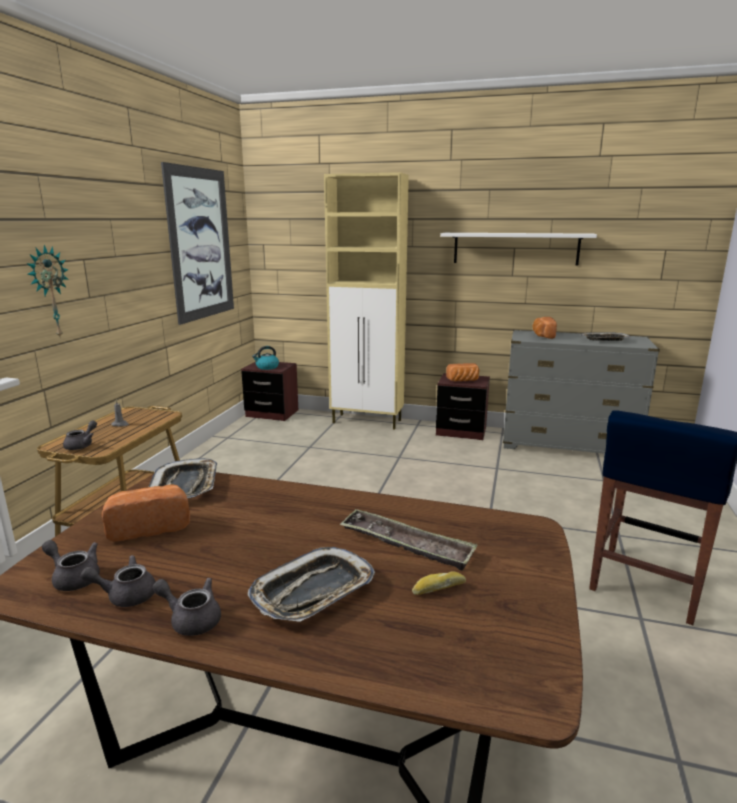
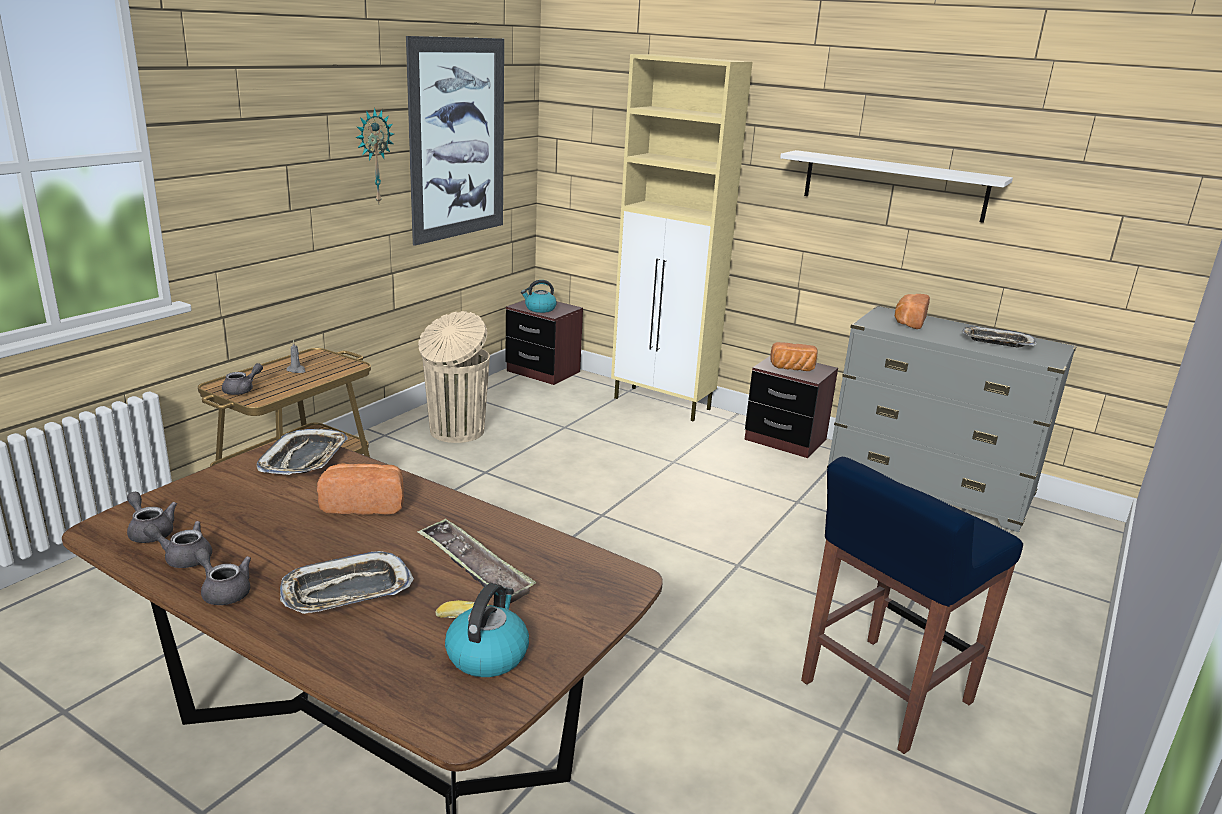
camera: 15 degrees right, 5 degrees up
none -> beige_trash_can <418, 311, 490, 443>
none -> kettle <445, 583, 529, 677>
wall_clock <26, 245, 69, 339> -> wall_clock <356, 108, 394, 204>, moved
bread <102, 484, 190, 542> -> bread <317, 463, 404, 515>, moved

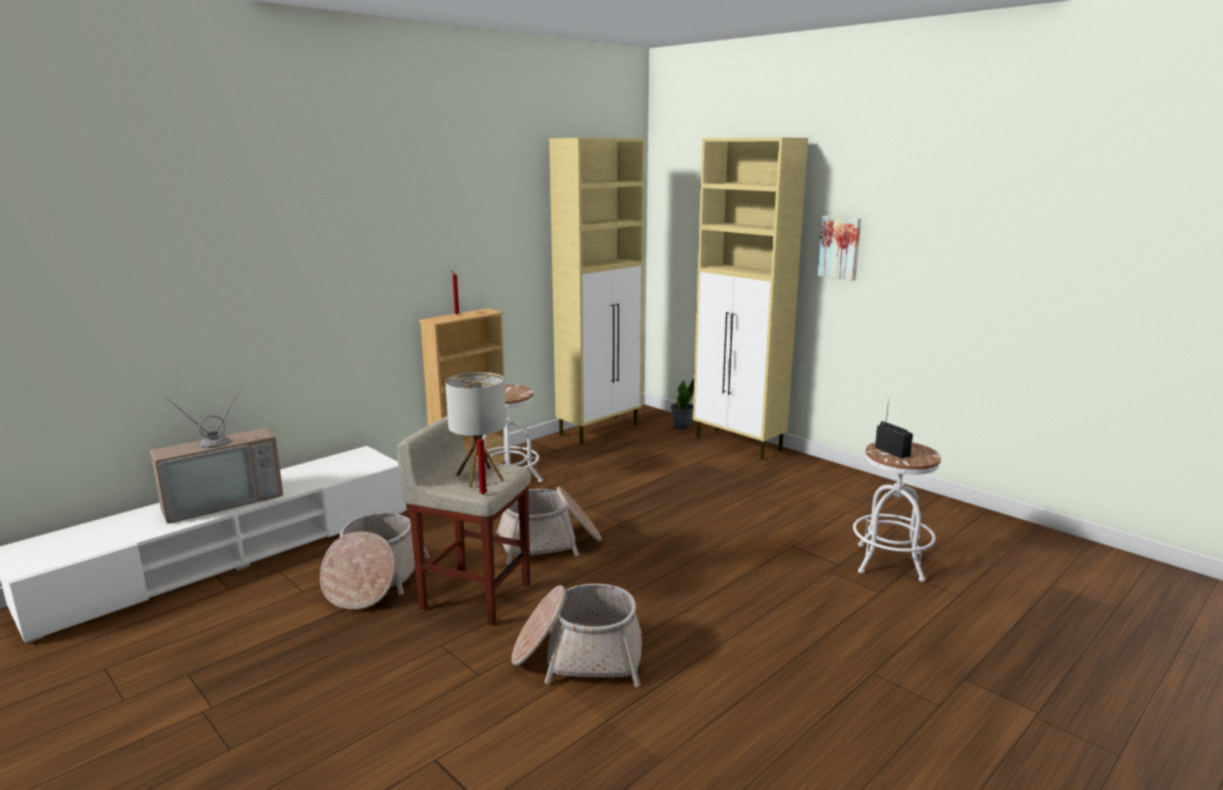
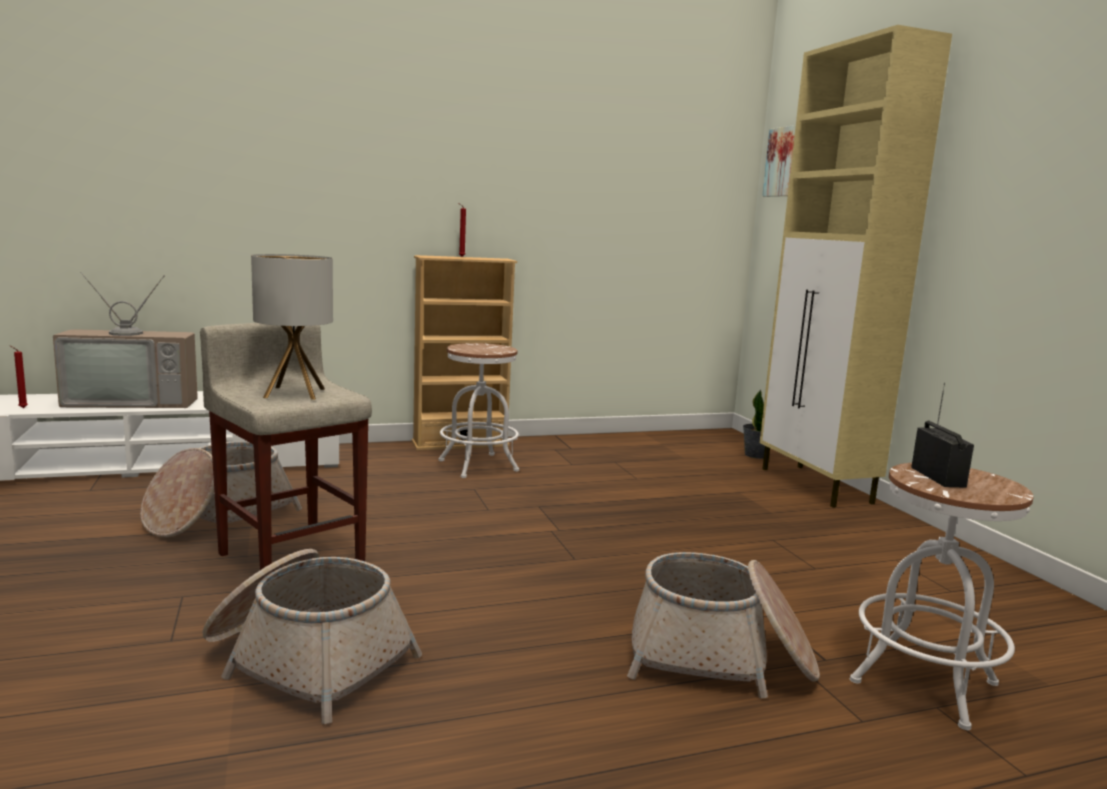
camera: 25 degrees right, 5 degrees down
beige_cabinet <549, 138, 645, 444> -> none
red_candle <474, 435, 487, 495> -> red_candle <11, 346, 28, 408>, moved
basket <497, 487, 601, 565> -> basket <627, 552, 820, 698>, moved
picture <818, 216, 861, 281> -> picture <762, 125, 796, 197>, moved

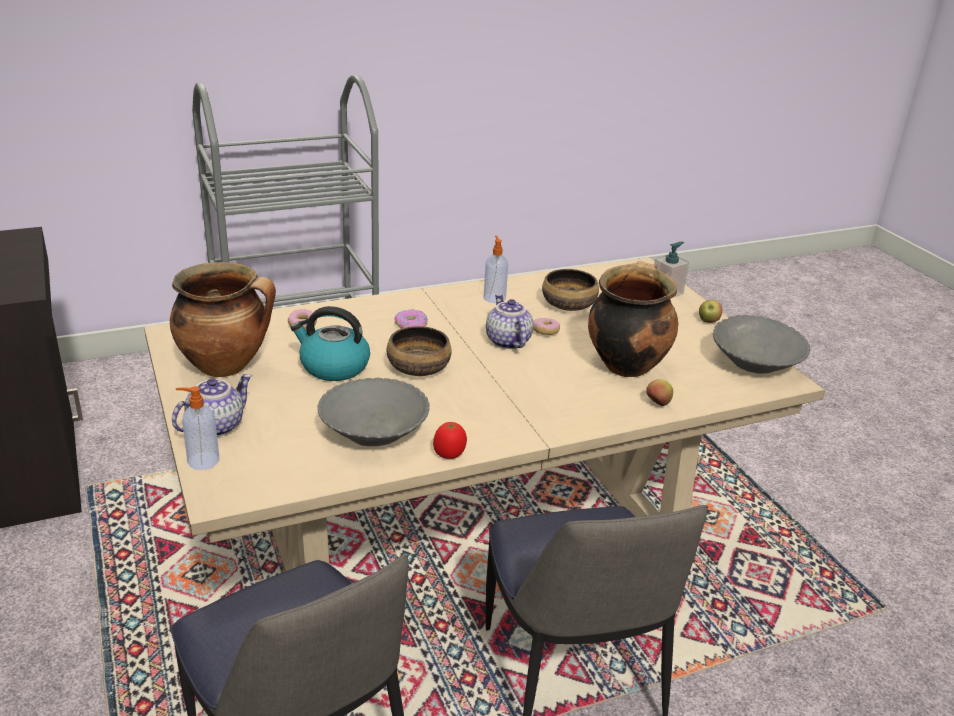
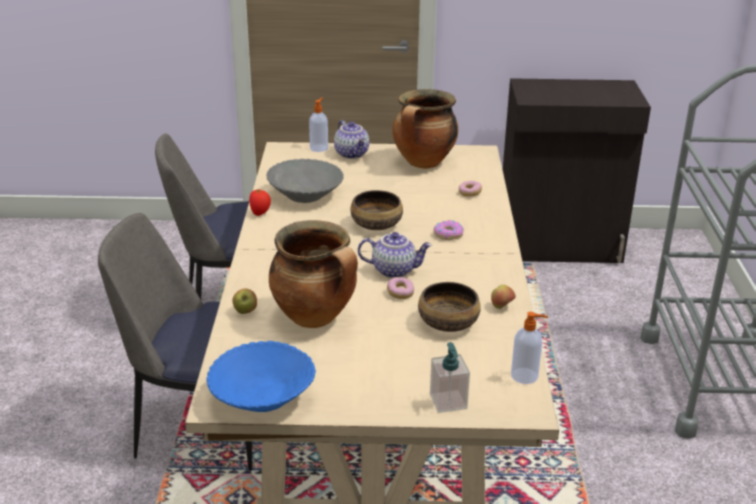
camera: 115 degrees right, 0 degrees up
kettle <290, 306, 370, 381> -> none
soap_dispenser <484, 235, 508, 303> -> soap_dispenser <511, 312, 548, 384>, moved
apple <699, 300, 722, 323> -> apple <491, 285, 516, 309>, moved
grey_bowl <713, 315, 811, 374> -> blue_bowl <206, 341, 316, 412>

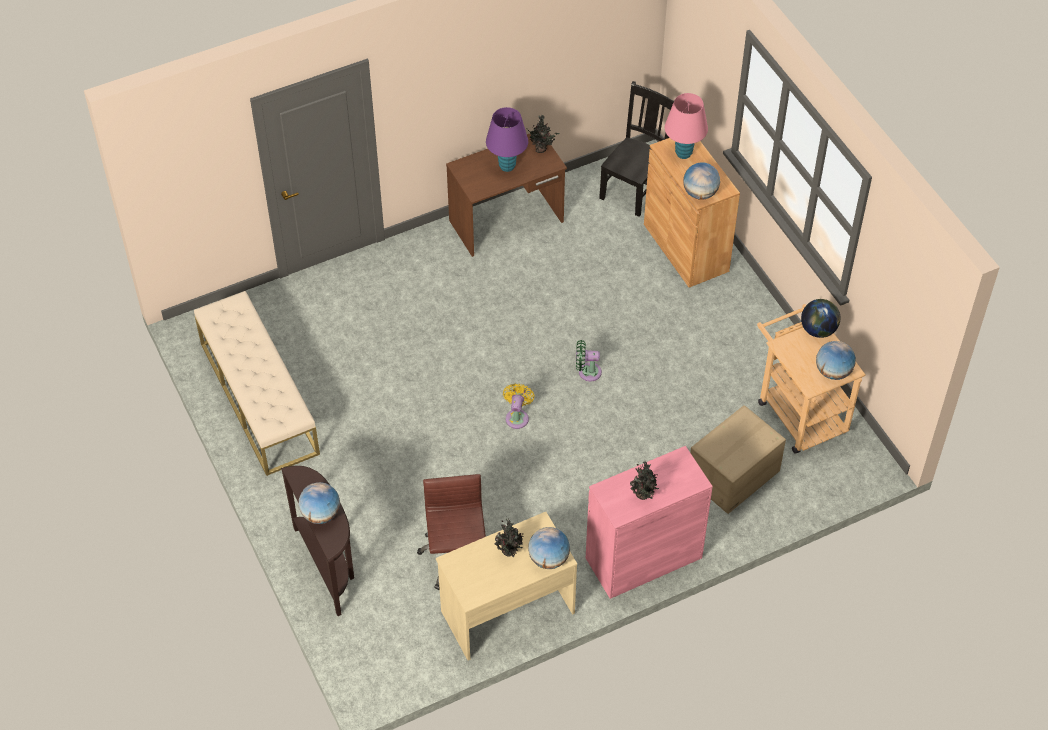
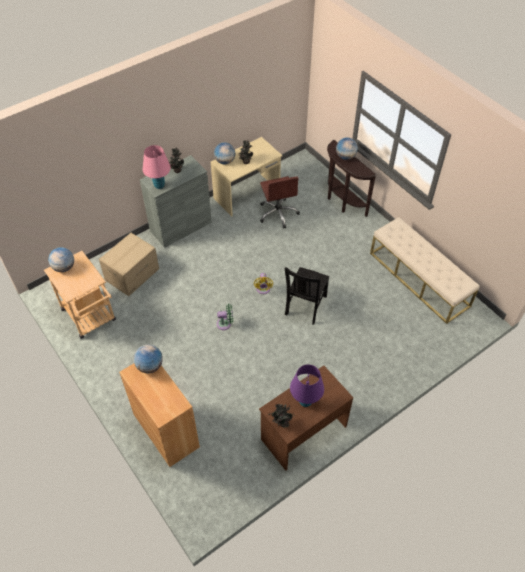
camera: 170 degrees right, 0 degrees up
globe <801, 299, 840, 338> -> none
black_chair <599, 81, 674, 217> -> black_chair <284, 267, 329, 324>, moved
pink_table_lamp <665, 93, 708, 159> -> pink_table_lamp <143, 145, 171, 189>, moved
pink_cabinet <586, 446, 713, 599> -> grey_cabinet <140, 155, 212, 248>

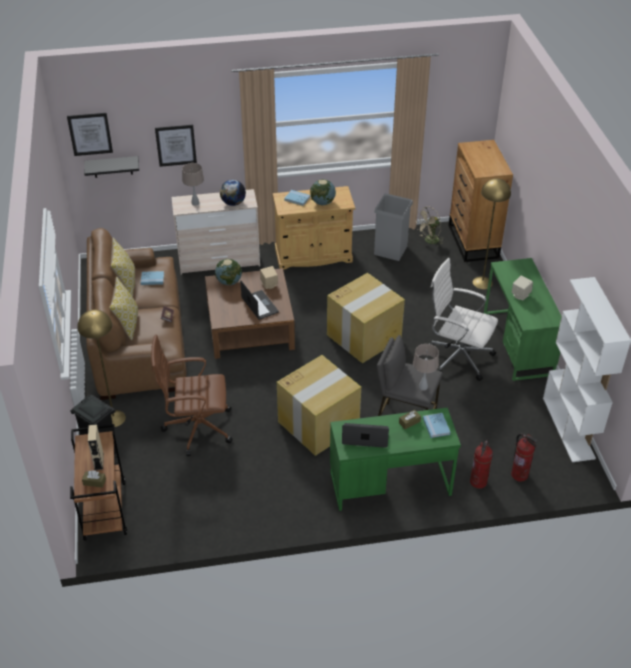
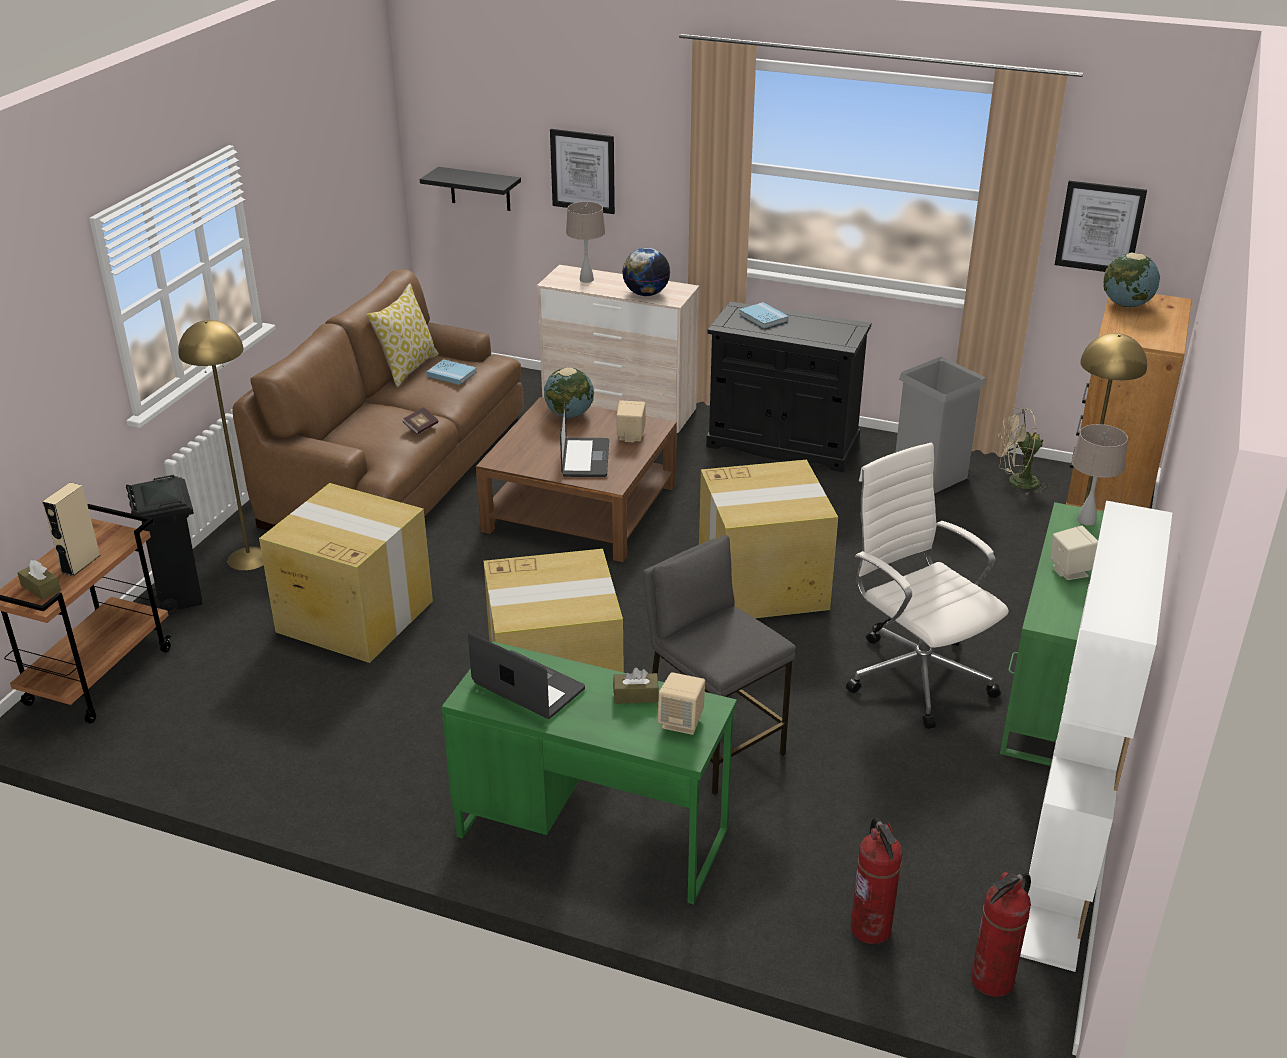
camera: 30 degrees right, 10 degrees down
pillow <109, 277, 138, 340> -> none
picture <67, 113, 113, 156> -> picture <1055, 181, 1147, 272>, moved
globe <310, 179, 336, 206> -> globe <1104, 252, 1160, 308>, moved
beige_table_lamp <413, 344, 439, 391> -> beige_table_lamp <1072, 424, 1128, 525>, moved
fire_extinguisher <470, 439, 493, 489> -> fire_extinguisher <971, 872, 1031, 997>, moved
brown_office_chair <151, 335, 233, 456> -> cardboard_box <259, 483, 433, 663>
blue_book <423, 413, 451, 438> -> beige_speaker <658, 672, 705, 735>
beige_cabinet <273, 186, 355, 270> -> black_cabinet <706, 301, 871, 472>

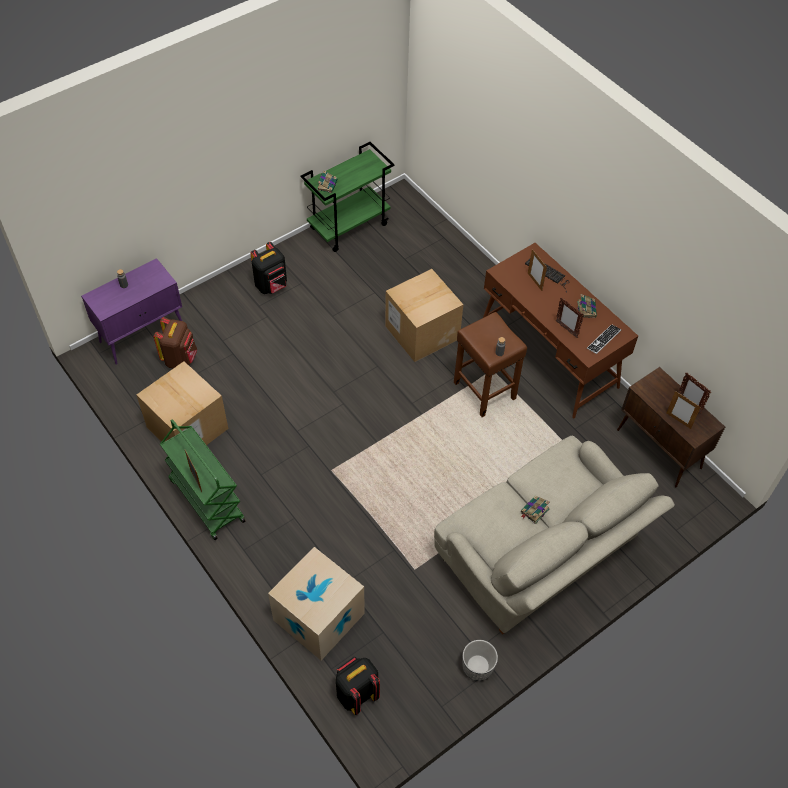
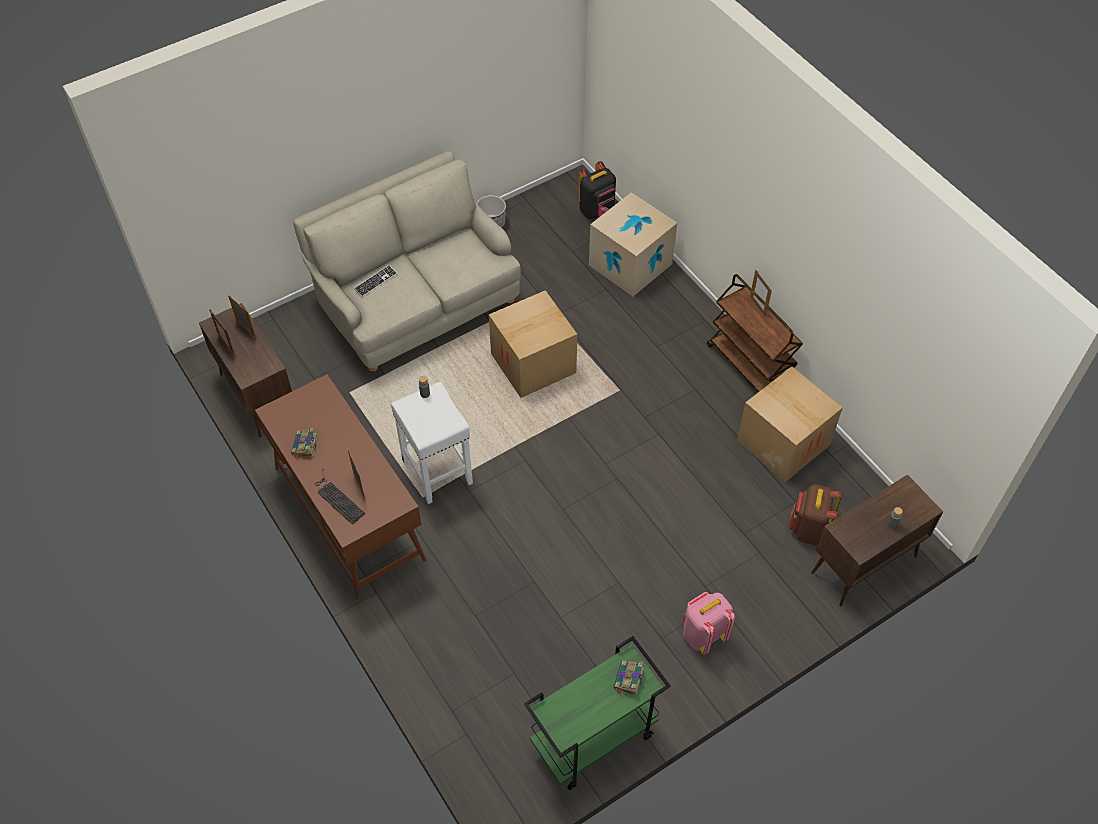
camera: 175 degrees left, 0 degrees up
book <521, 496, 550, 524> -> none
picture_frame <556, 298, 584, 338> -> none
cardboard_box <385, 269, 464, 362> -> cardboard_box <489, 290, 577, 398>, moved
keyboard <587, 324, 622, 354> -> keyboard <354, 265, 397, 297>, moved
purple_cabinet <81, 258, 182, 365> -> brown_cabinet <811, 475, 943, 606>
green_cart <160, 419, 245, 540> -> brown_cart <707, 274, 803, 393>
black_backpack <250, 242, 287, 294> -> pink_backpack <683, 592, 736, 655>
brown_stool <454, 312, 527, 417> -> white_stool <391, 382, 473, 504>

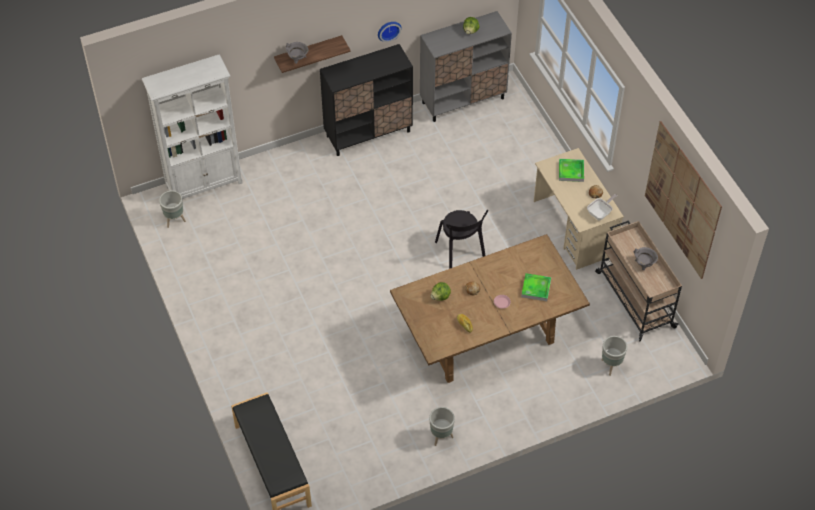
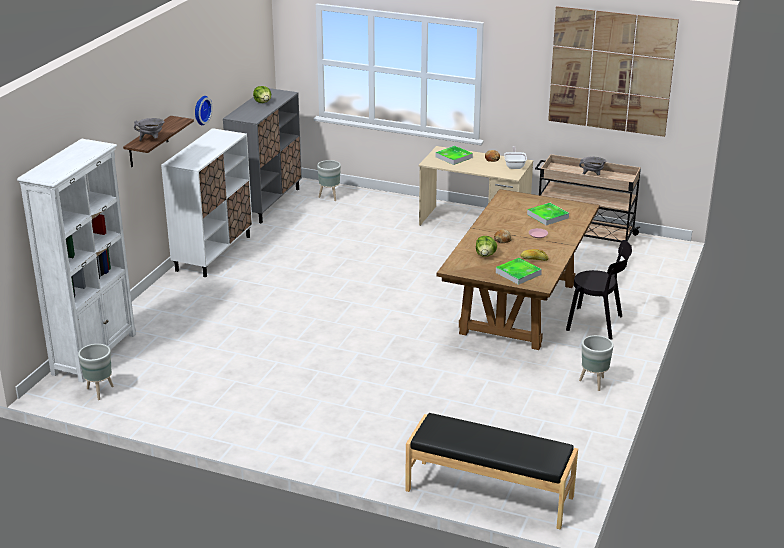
camera: 45 degrees left, 25 degrees down
none -> tray <496, 258, 542, 285>
black_chair <435, 210, 488, 269> -> black_chair <566, 240, 632, 340>, moved
grey_planter <601, 336, 628, 376> -> grey_planter <317, 160, 341, 201>, moved
black_cabinet <320, 44, 413, 156> -> white_cabinet <161, 128, 252, 277>

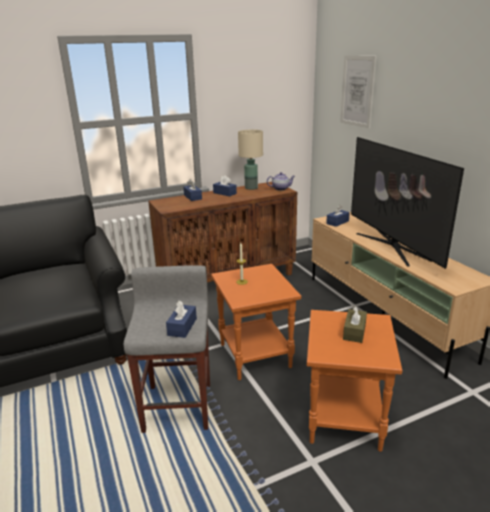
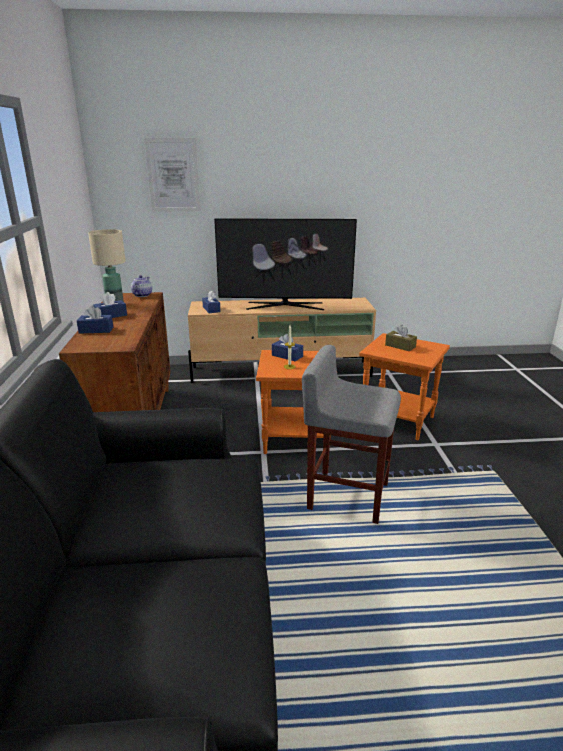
camera: 70 degrees left, 0 degrees up
blue_tissue_box <166, 300, 197, 338> -> blue_tissue_box <272, 334, 303, 361>, moved

